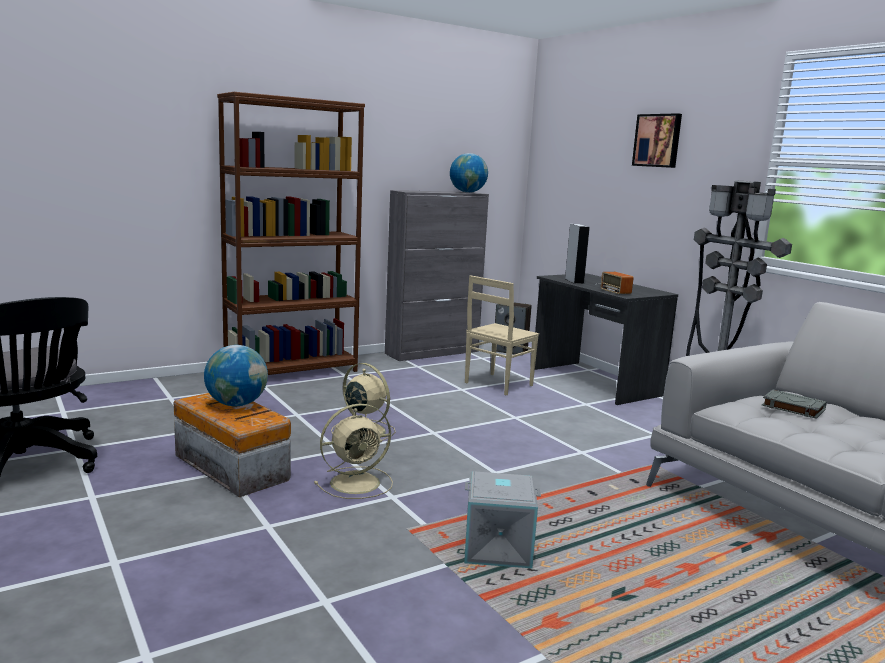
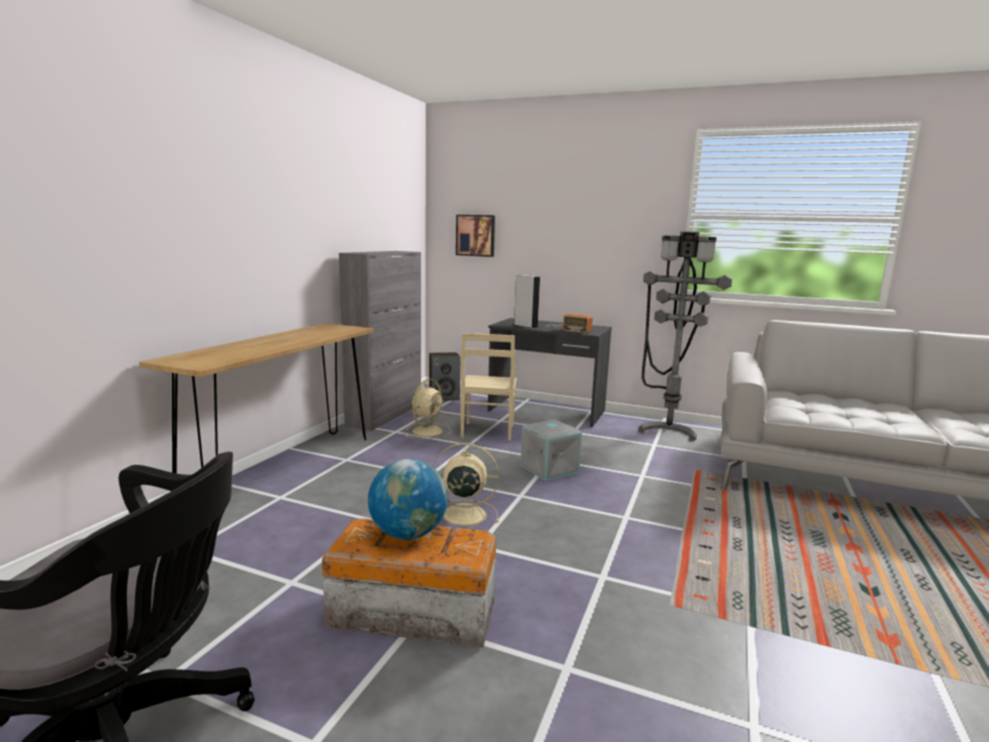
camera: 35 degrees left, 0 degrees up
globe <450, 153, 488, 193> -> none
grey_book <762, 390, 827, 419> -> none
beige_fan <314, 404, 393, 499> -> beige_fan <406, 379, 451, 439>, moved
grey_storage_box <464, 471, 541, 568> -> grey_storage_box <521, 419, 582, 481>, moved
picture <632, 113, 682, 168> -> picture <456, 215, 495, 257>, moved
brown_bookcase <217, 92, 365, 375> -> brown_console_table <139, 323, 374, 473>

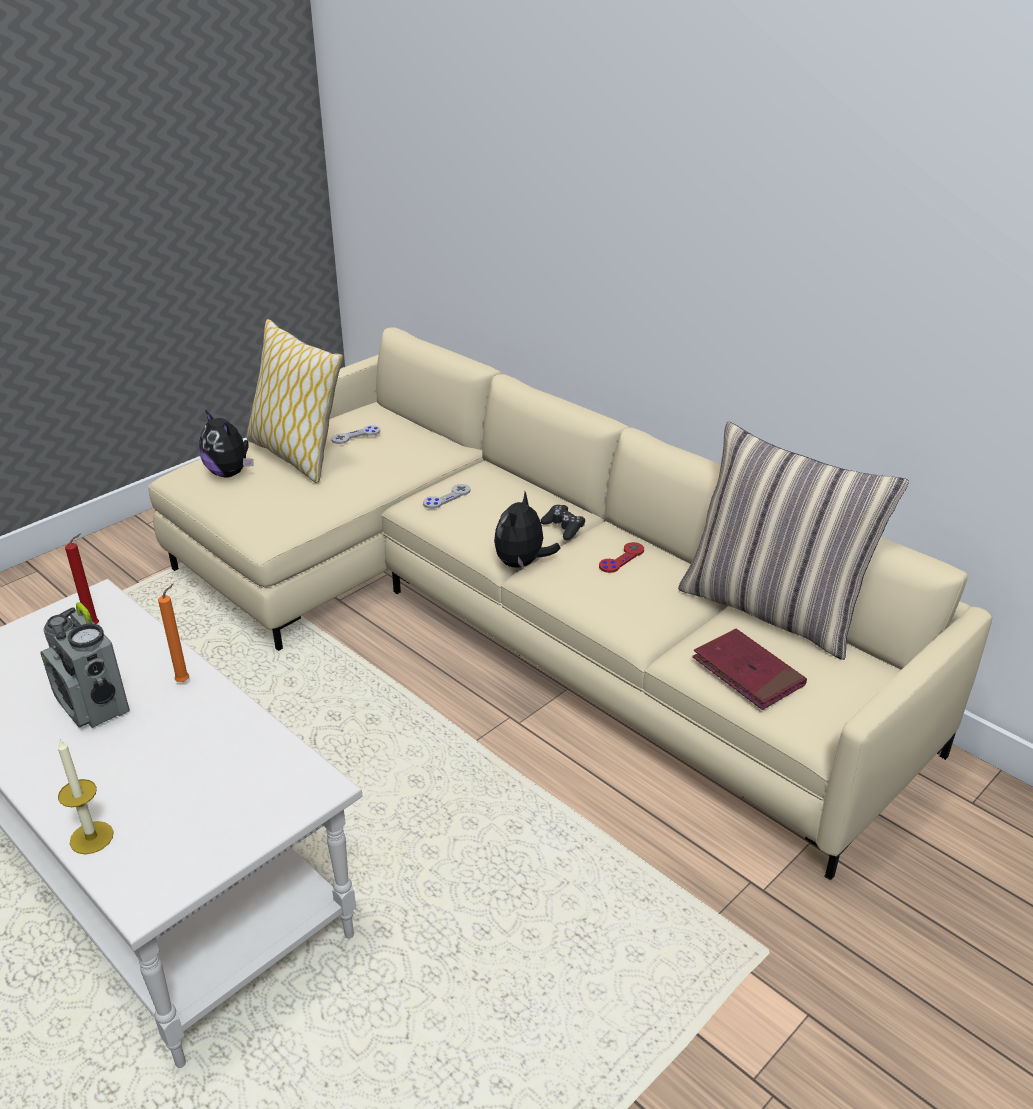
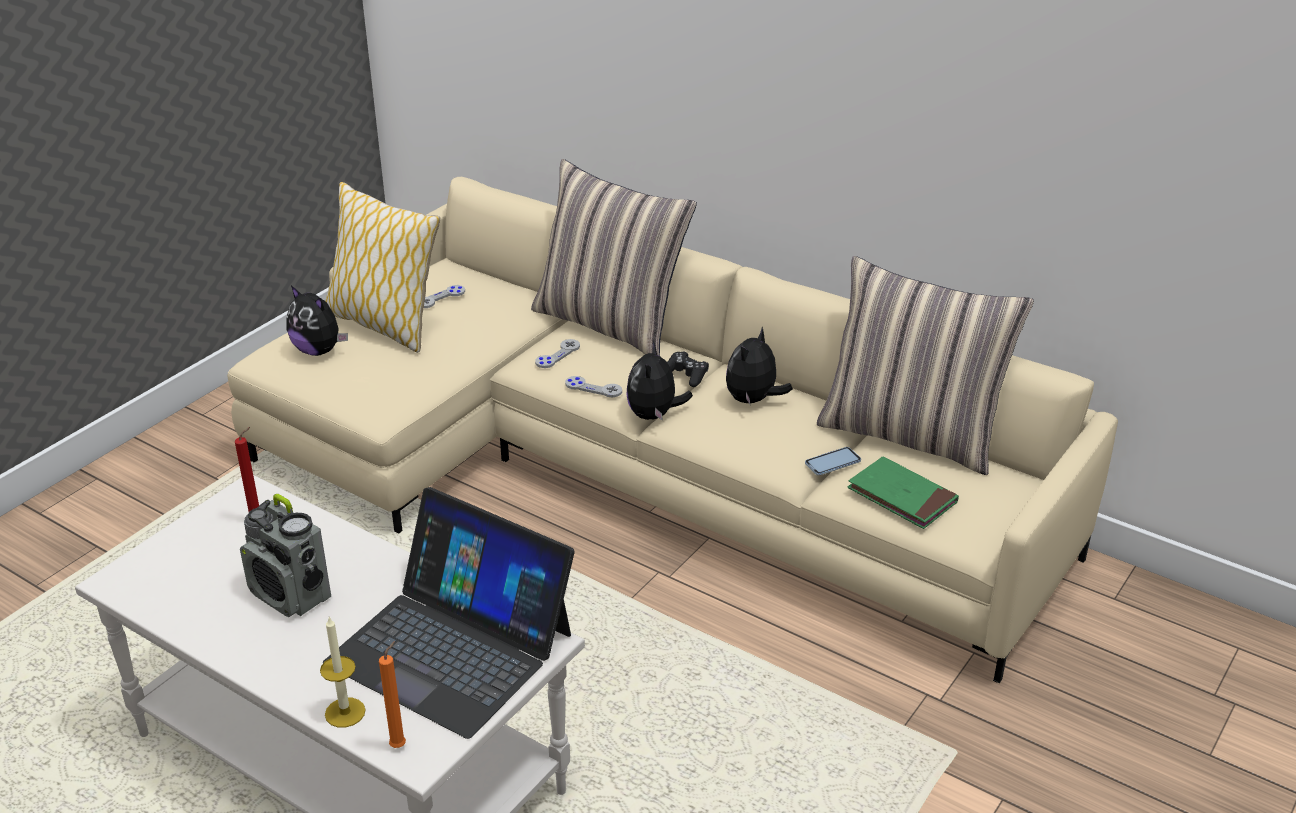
camera: 10 degrees left, 0 degrees up
none -> laptop <323, 487, 575, 739>
none -> pillow <531, 159, 697, 356>
none -> grey_game_controller <565, 376, 622, 397>
none -> phone <805, 447, 861, 475>
orange_candle <158, 584, 189, 682> -> orange_candle <379, 641, 406, 748>, moved
red_game_controller <599, 542, 644, 573> -> plush_toy <726, 327, 793, 404>
red_book <692, 629, 807, 710> -> green_book <848, 456, 959, 529>

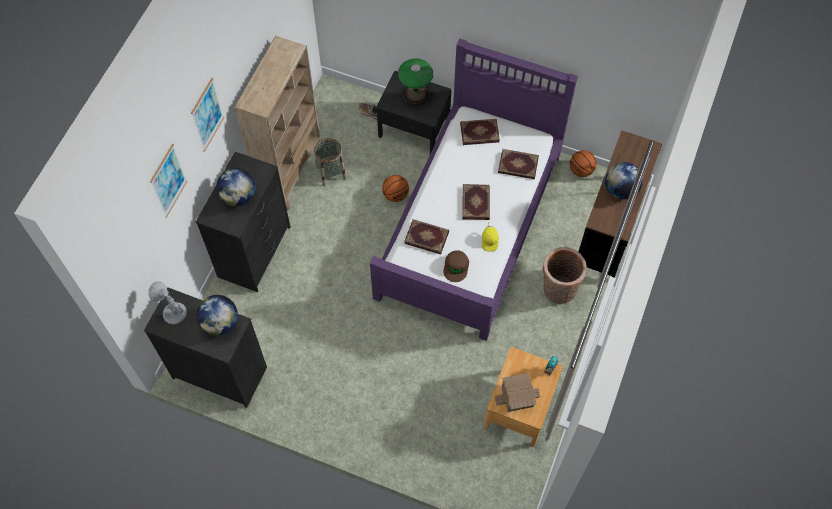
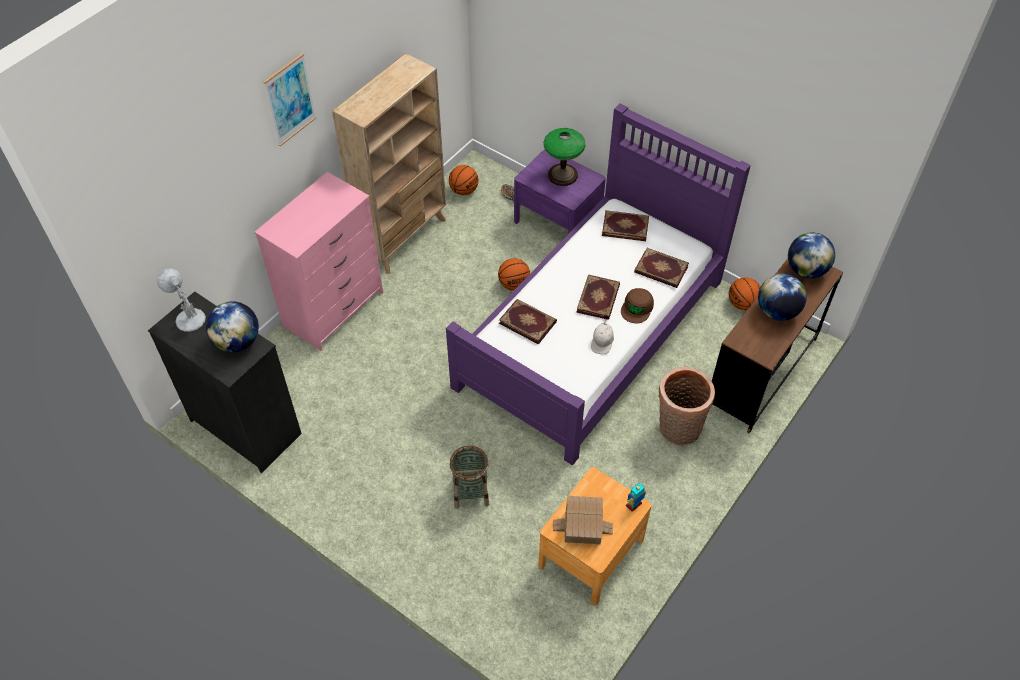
camera: 15 degrees right, 10 degrees down
picture <150, 144, 188, 218> -> none
none -> basketball <449, 165, 478, 195>
globe <216, 168, 255, 207> -> globe <788, 232, 835, 278>, moved
basket <314, 138, 346, 186> -> basket <450, 445, 489, 509>, moved
brown_cap <444, 251, 469, 282> -> brown_cap <621, 288, 654, 323>, moved
black_dresser <196, 152, 291, 292> -> pink_dresser <255, 172, 383, 351>
black_nightstand <377, 71, 451, 154> -> purple_nightstand <514, 149, 606, 234>
yellow_cap <482, 222, 499, 252> -> white_cap <591, 319, 614, 354>

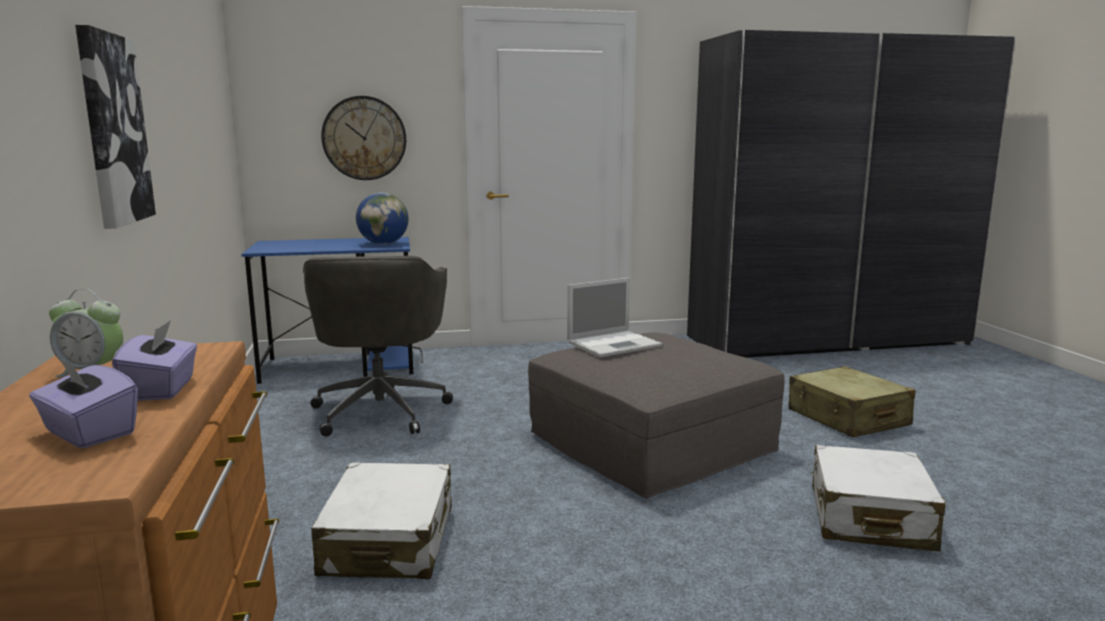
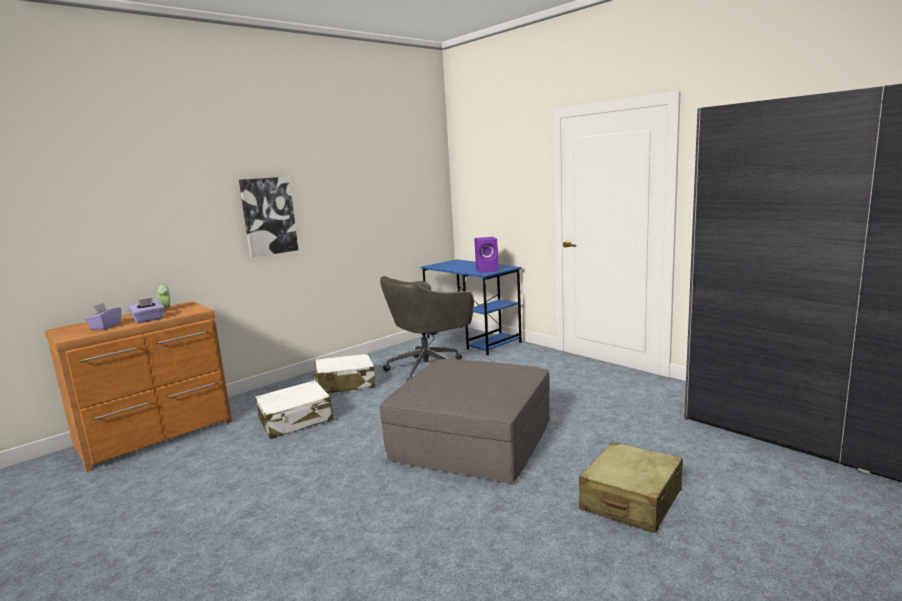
camera: 60 degrees right, 0 degrees up
wall_clock <321, 96, 406, 180> -> none
laptop <567, 278, 662, 358> -> none
white_suitcase <811, 445, 946, 551> -> white_suitcase <312, 353, 376, 393>, moved
globe <356, 193, 408, 244> -> purple_speaker <474, 237, 498, 273>

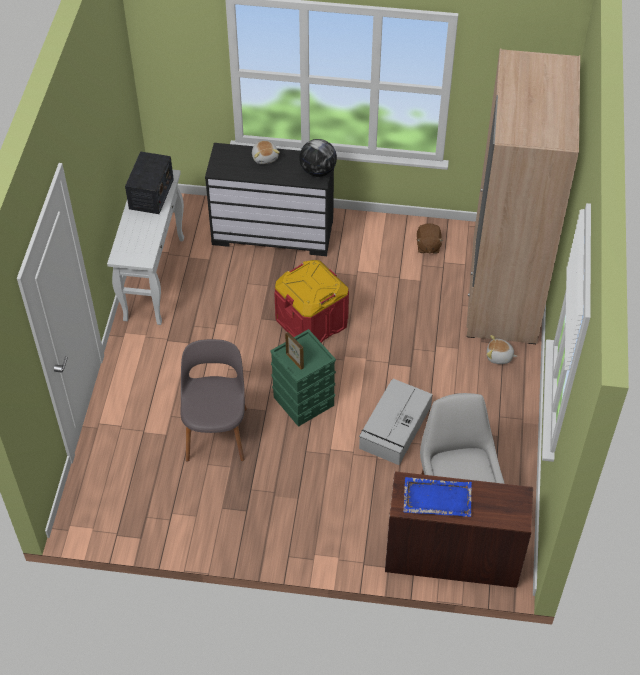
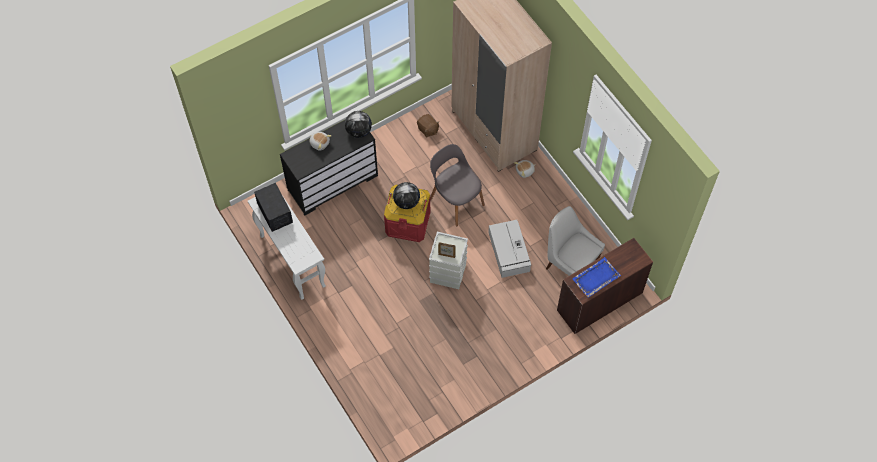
camera: 40 degrees left, 10 degrees up
none -> globe <393, 182, 420, 209>
grey_chair <181, 339, 247, 462> -> grey_chair <430, 144, 485, 226>, moved
green_storage_box <270, 329, 336, 427> -> grey_storage_box <429, 232, 468, 289>

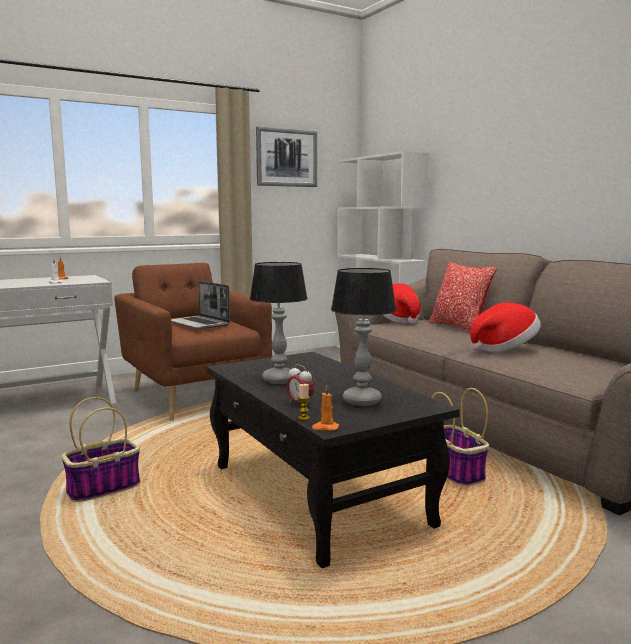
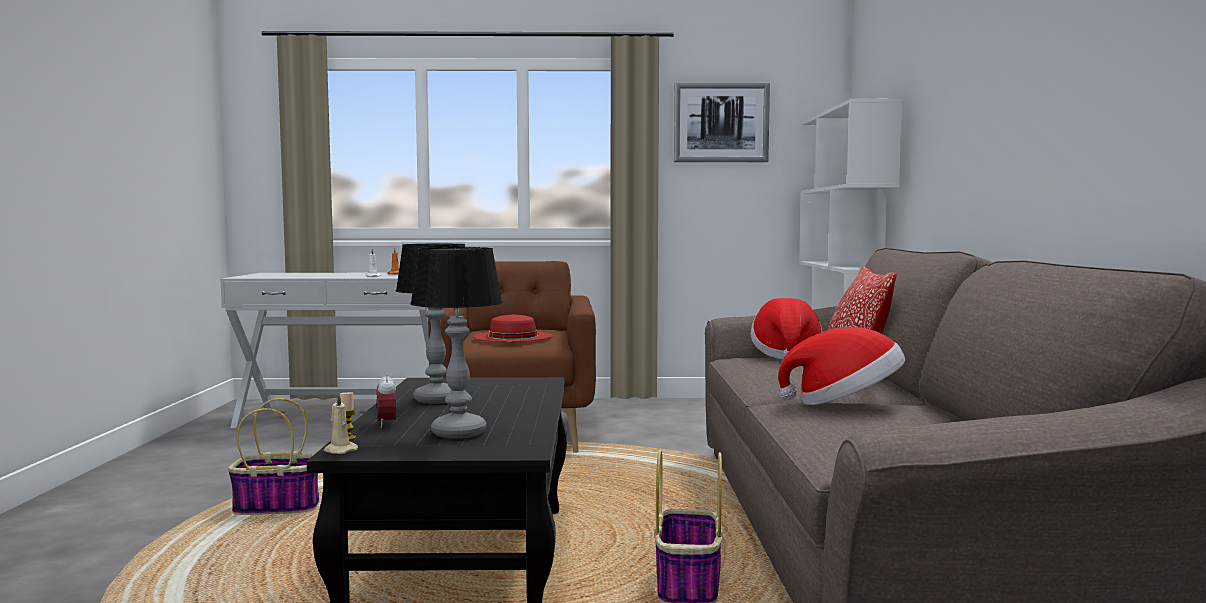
camera: 30 degrees right, 5 degrees down
laptop <171, 281, 230, 329> -> red_hat <473, 314, 553, 342>
orange_candle <312, 385, 339, 431> -> beige_candle <324, 392, 358, 454>

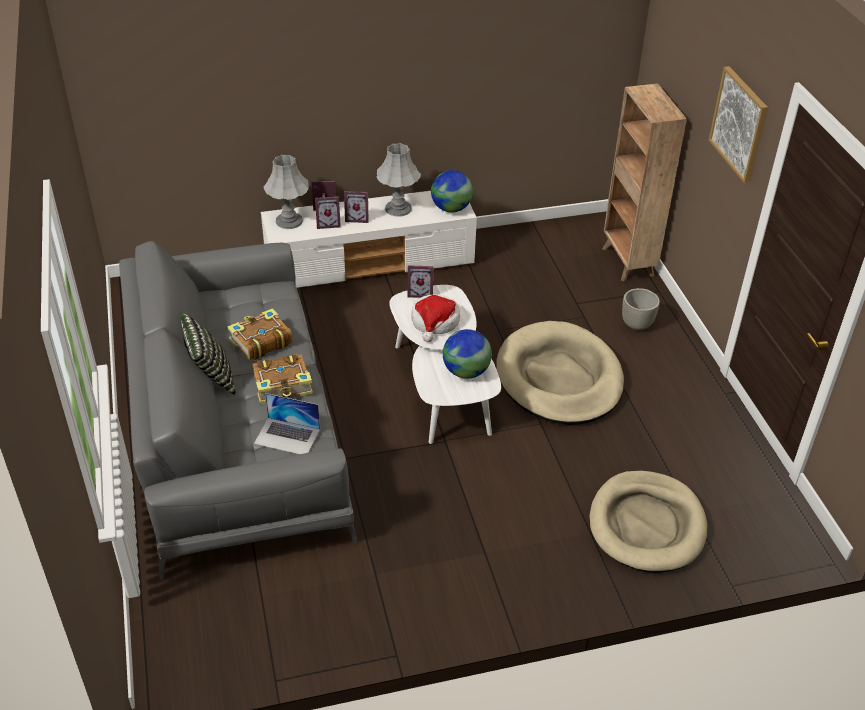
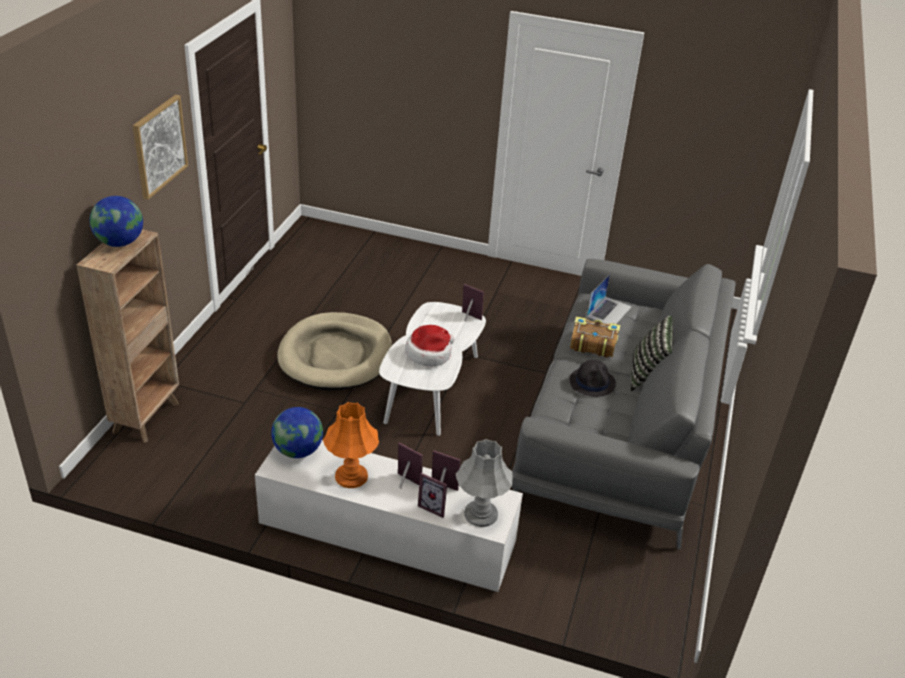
camera: 150 degrees left, 5 degrees down
beige_dog_bed <589, 470, 707, 573> -> none
grey_planter <622, 288, 660, 330> -> none
picture_frame <408, 265, 434, 298> -> picture_frame <462, 284, 484, 322>, moved
globe <443, 329, 492, 379> -> globe <90, 196, 143, 247>, moved
book <228, 308, 292, 360> -> black_hat <570, 360, 616, 397>
grey_table_lamp <377, 143, 421, 216> -> orange_table_lamp <323, 402, 379, 488>
laptop <254, 393, 320, 454> -> laptop <587, 274, 632, 324>, 75 degrees clockwise

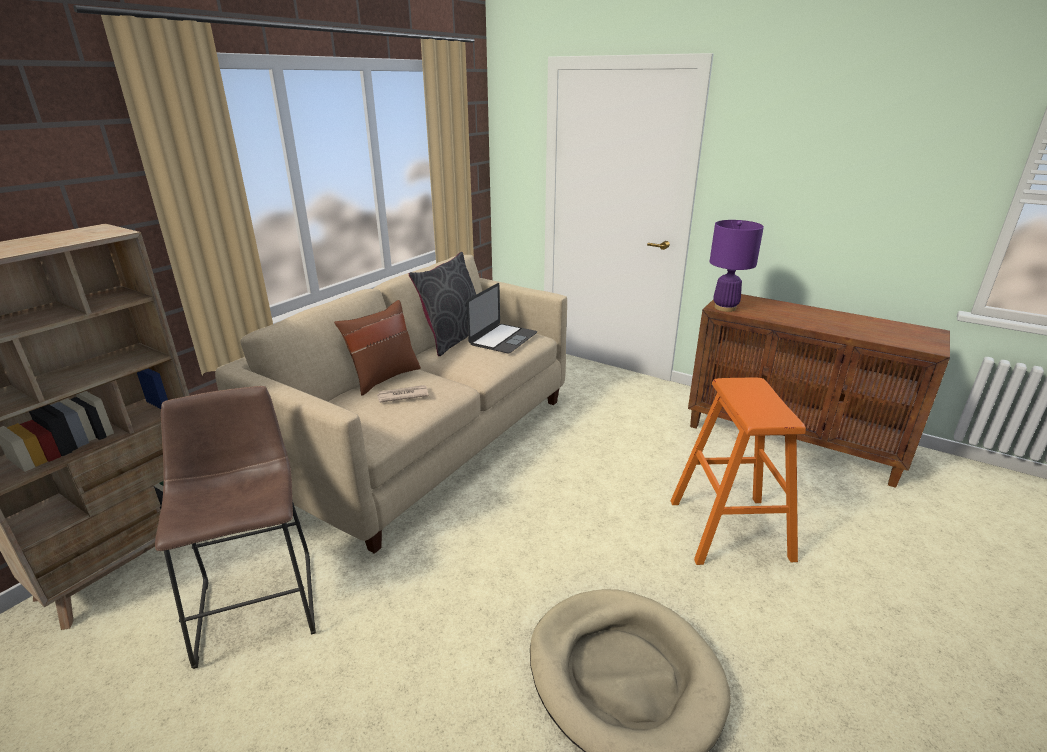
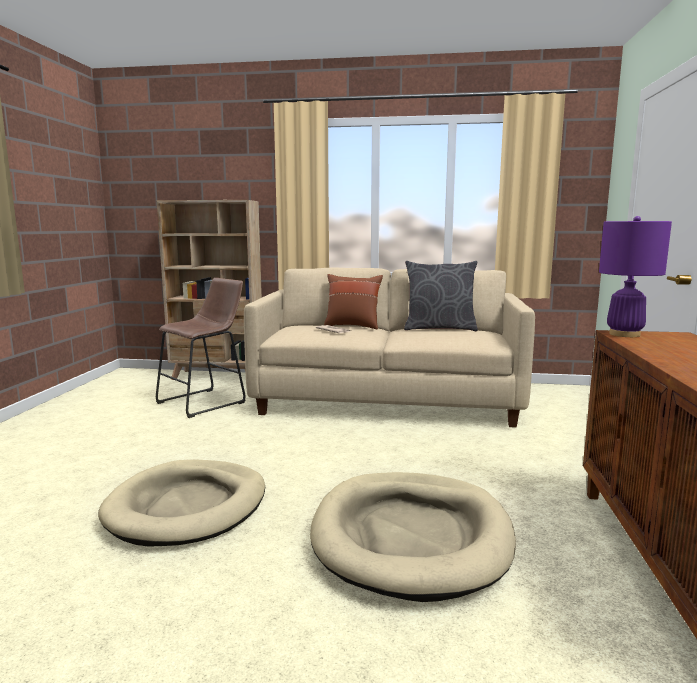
camera: 65 degrees right, 15 degrees down
laptop <467, 283, 537, 353> -> none
orange_stool <671, 378, 806, 565> -> beige_dog_bed <310, 472, 516, 602>

